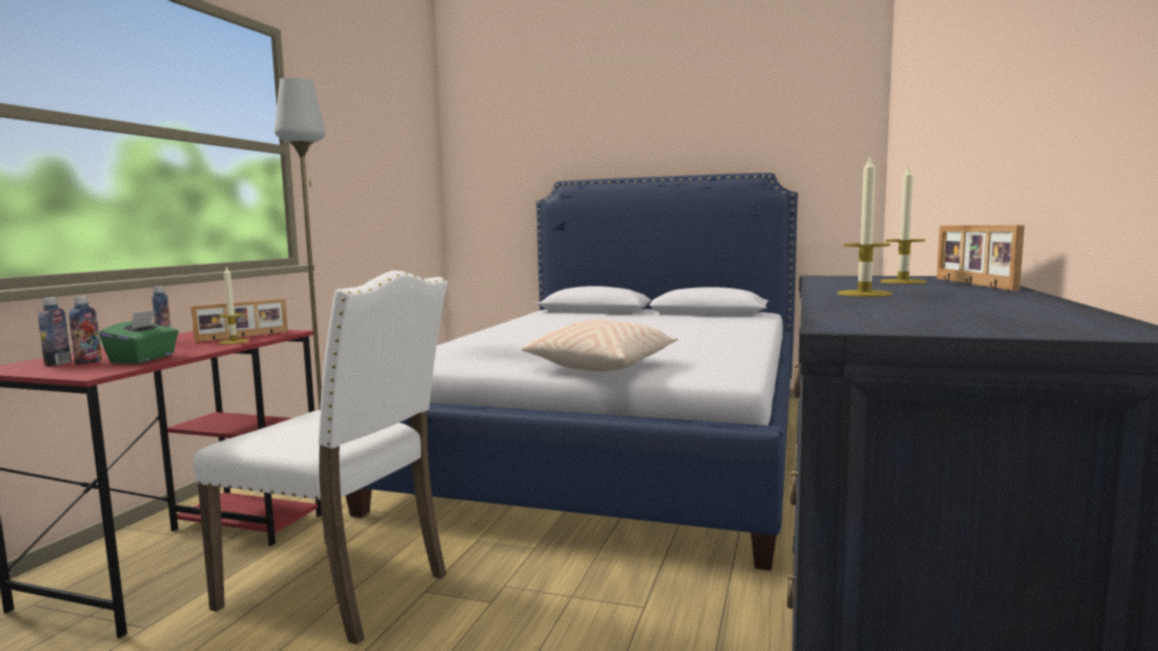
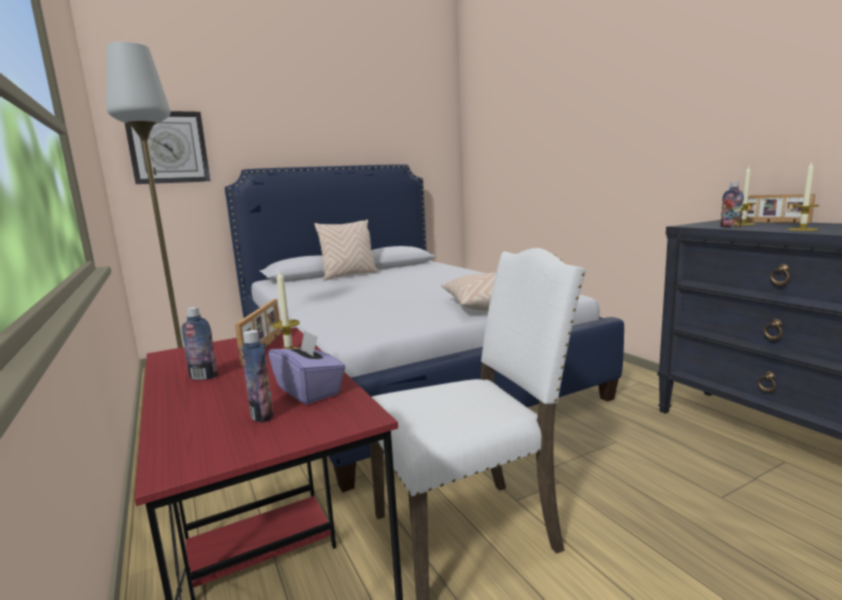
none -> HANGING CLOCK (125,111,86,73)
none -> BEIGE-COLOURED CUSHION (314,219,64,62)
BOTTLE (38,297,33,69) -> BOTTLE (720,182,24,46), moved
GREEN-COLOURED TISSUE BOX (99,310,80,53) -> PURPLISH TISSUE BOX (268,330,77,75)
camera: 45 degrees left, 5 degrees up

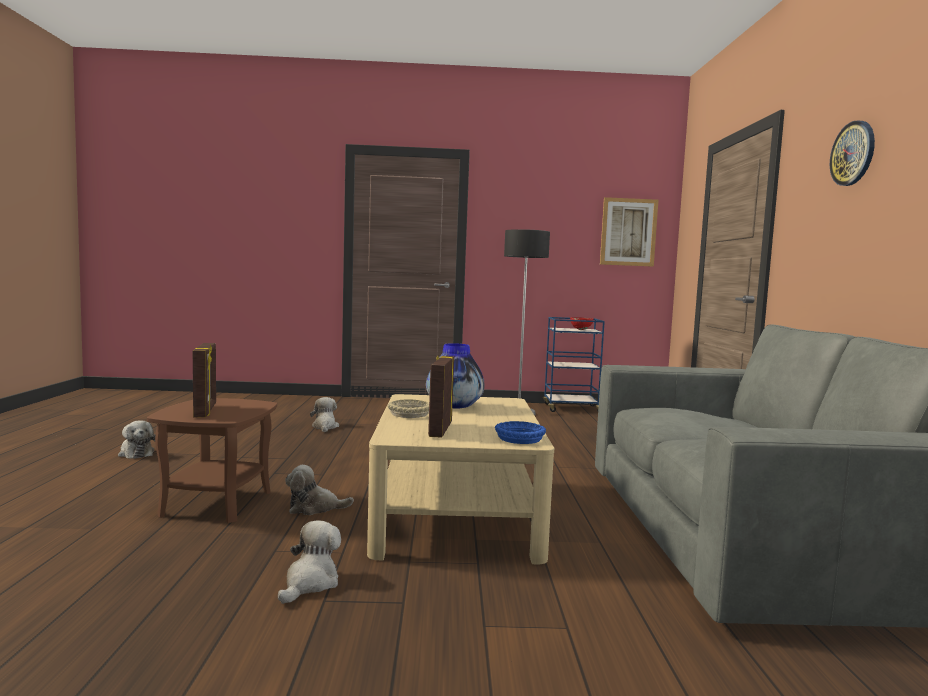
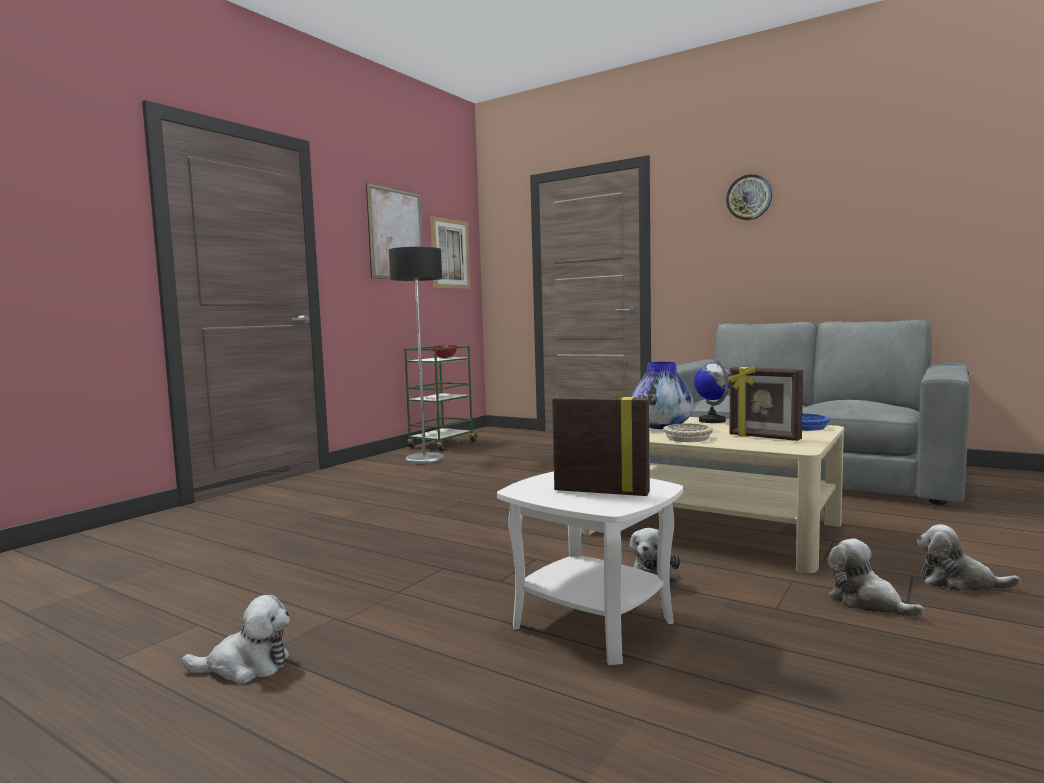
none -> WALL PICTURE (366,183,57,96)
none -> WORLD GLOBE (694,360,36,63)
PLUSH TOY (310,397,29,35) -> PLUSH TOY (917,524,104,67), moved
BROWN END TABLE (147,398,130,125) -> WHITISH END TABLE (497,471,186,194)
BLUE TROLLEY (543,317,62,95) -> GREEN-COLOURED TROLLEY (404,346,75,105)
camera: 55 degrees left, 0 degrees up

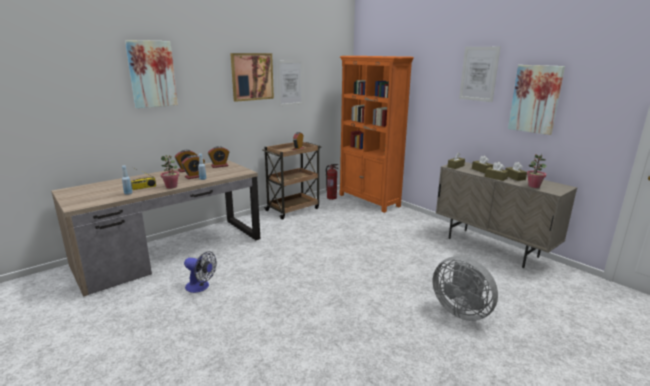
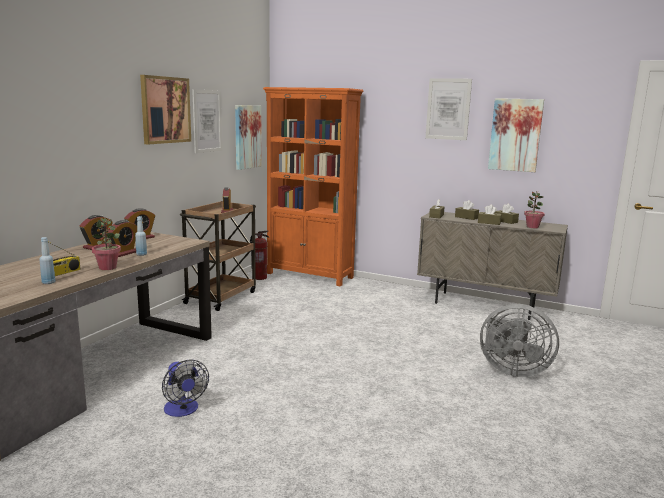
WALL PICTURE (125,40,53,68) -> WALL PICTURE (235,105,27,65), moved
FAN (184,251,33,42) -> FAN (162,360,47,57), 60 degrees clockwise
camera: 25 degrees left, 5 degrees down

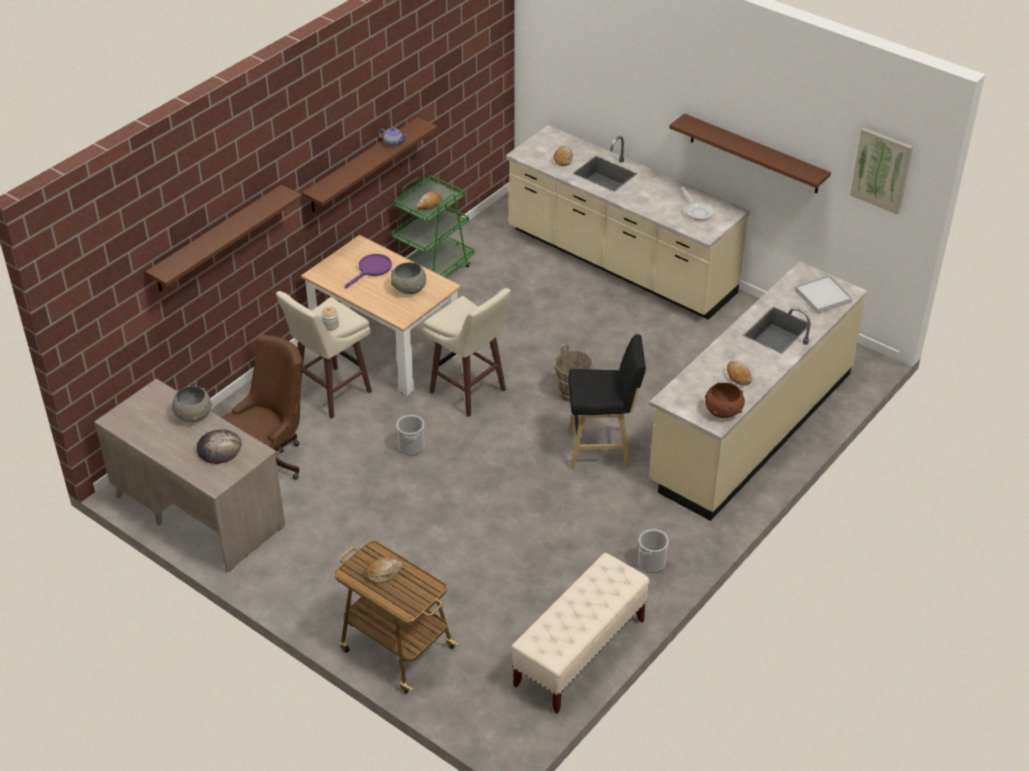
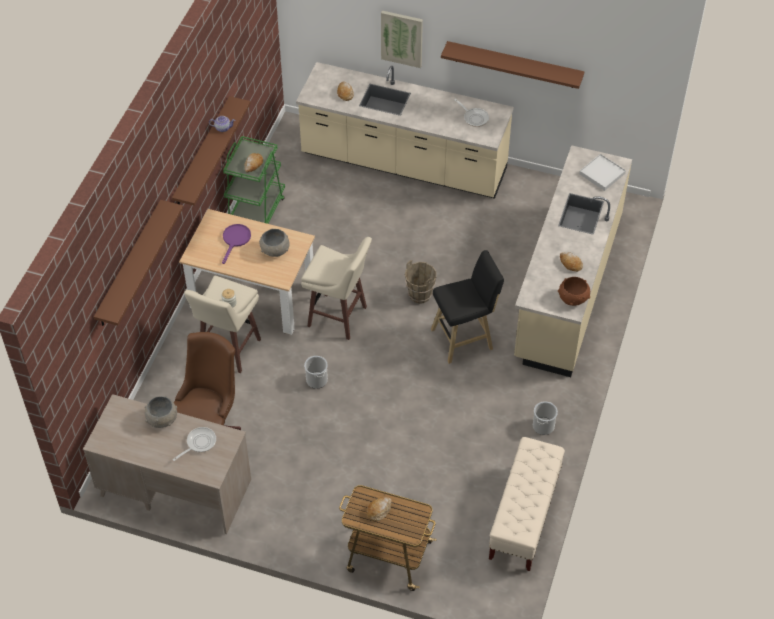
WALL PICTURE (850,127,63,88) -> WALL PICTURE (381,11,42,57), moved
BAKED BREAD (197,430,44,34) -> SKILLET (173,427,43,34)
camera: 20 degrees left, 10 degrees up

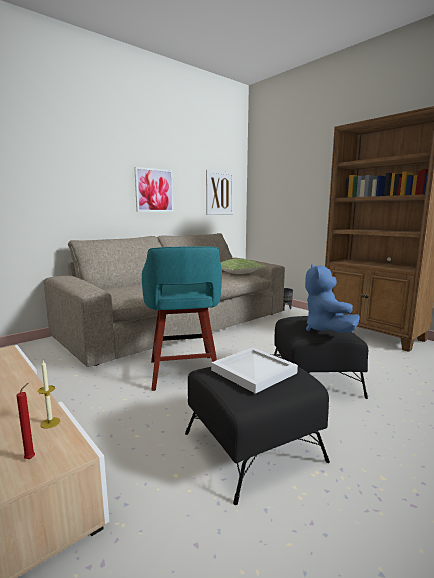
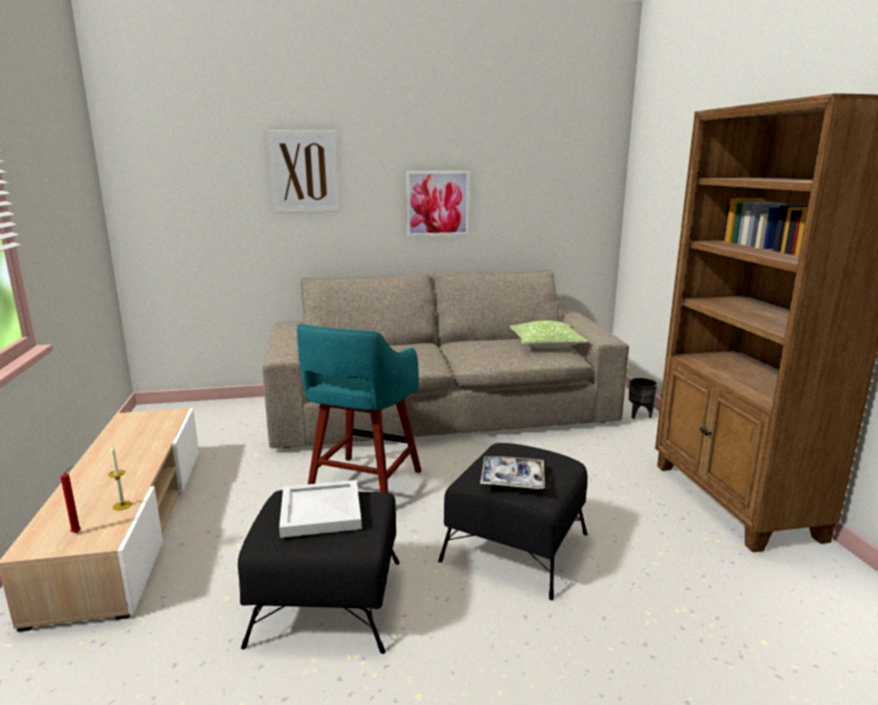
WALL PICTURE (206,170,28,45) -> WALL PICTURE (267,130,72,83), moved
BLUE PLUSH TOY (305,264,55,69) -> TRAY (480,456,65,33)
camera: 30 degrees right, 5 degrees up

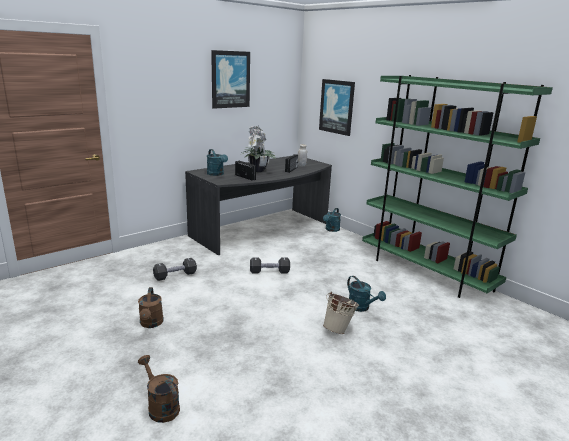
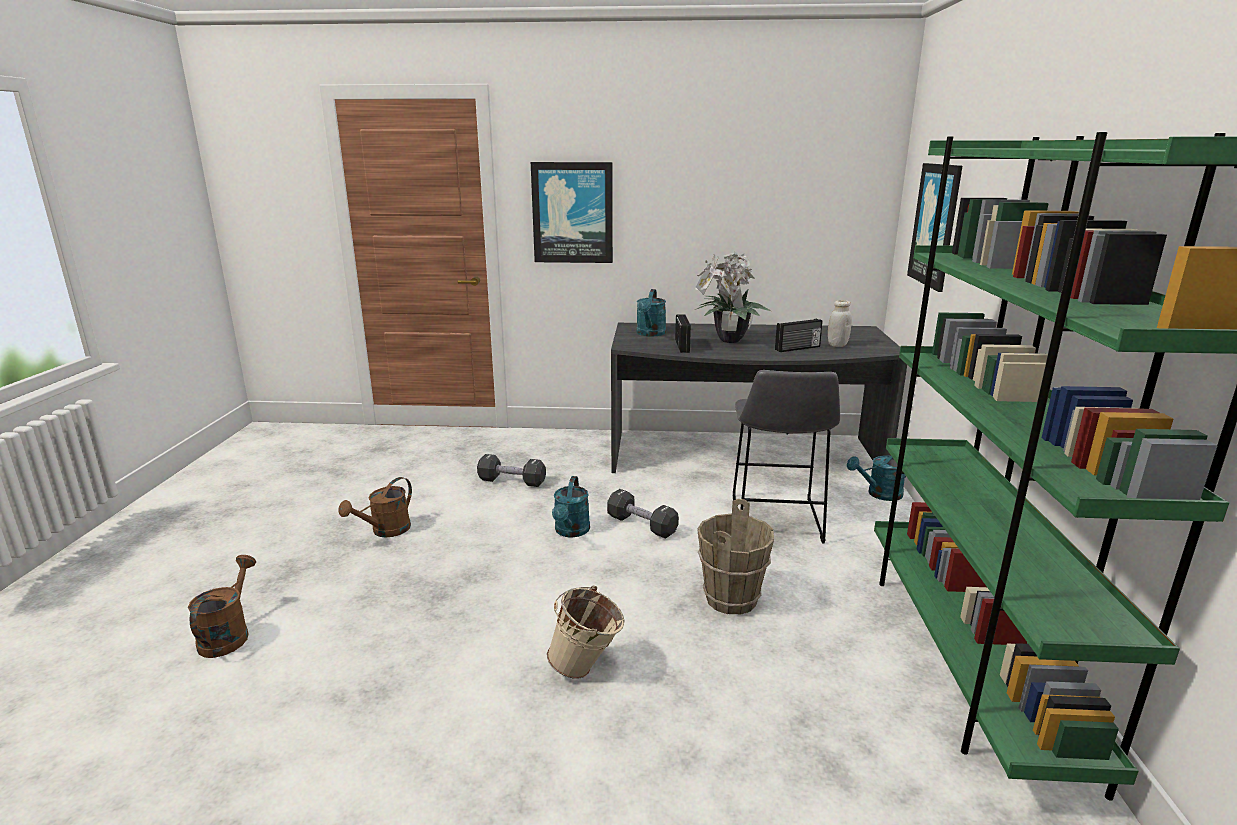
none -> BROWN PAIL (697,499,77,116)
none -> GRAY STOOL (733,370,107,173)
WALL PICTURE (211,50,39,59) -> WALL PICTURE (531,162,82,101), moved
TURQUOISE SPRINKLING CAN (347,276,39,36) -> TURQUOISE SPRINKLING CAN (552,476,38,61), moved
camera: 45 degrees right, 0 degrees up

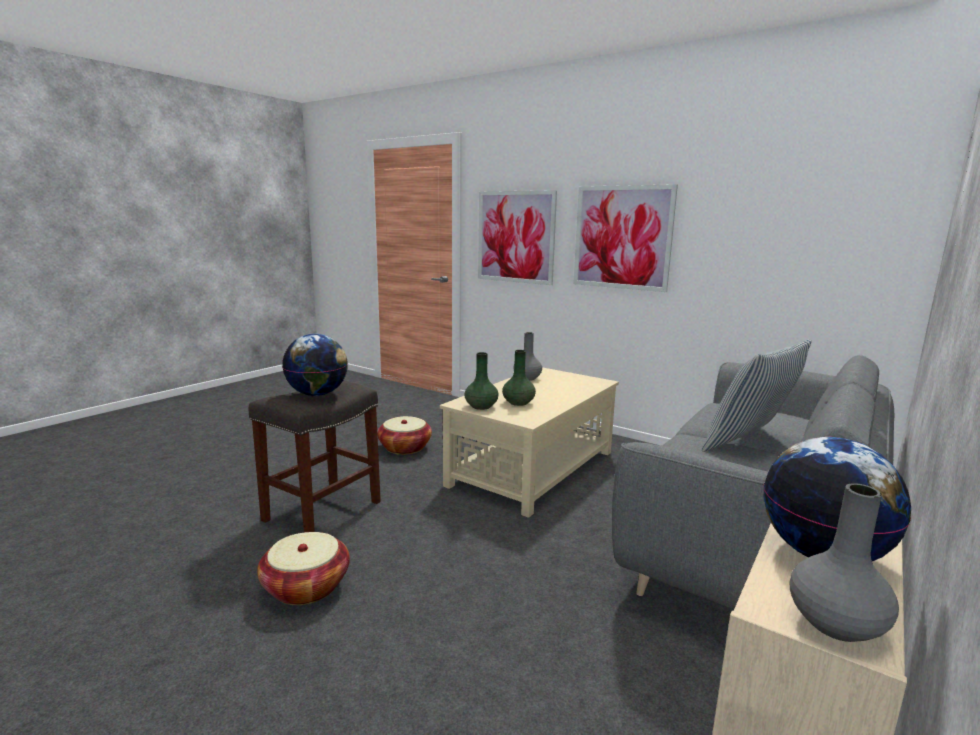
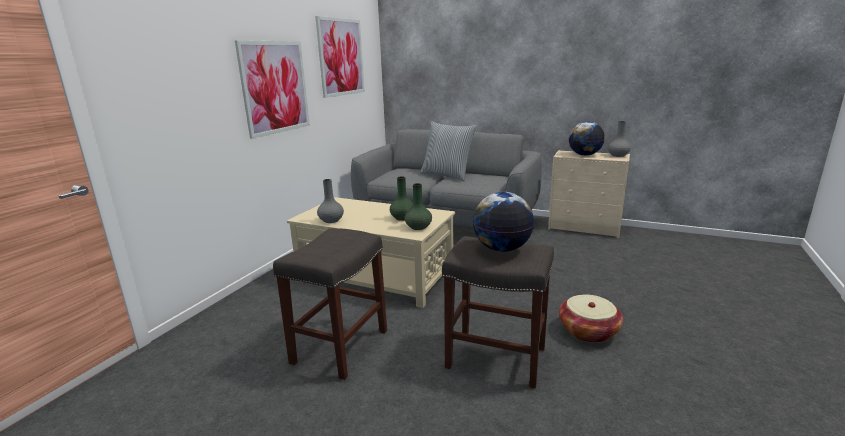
WALL PICTURE (478,190,79,95) -> WALL PICTURE (315,16,50,82), moved
HOUSEHOLD BASKET (377,416,55,39) -> GRAY STOOL (273,228,114,152)
camera: 100 degrees left, 5 degrees up

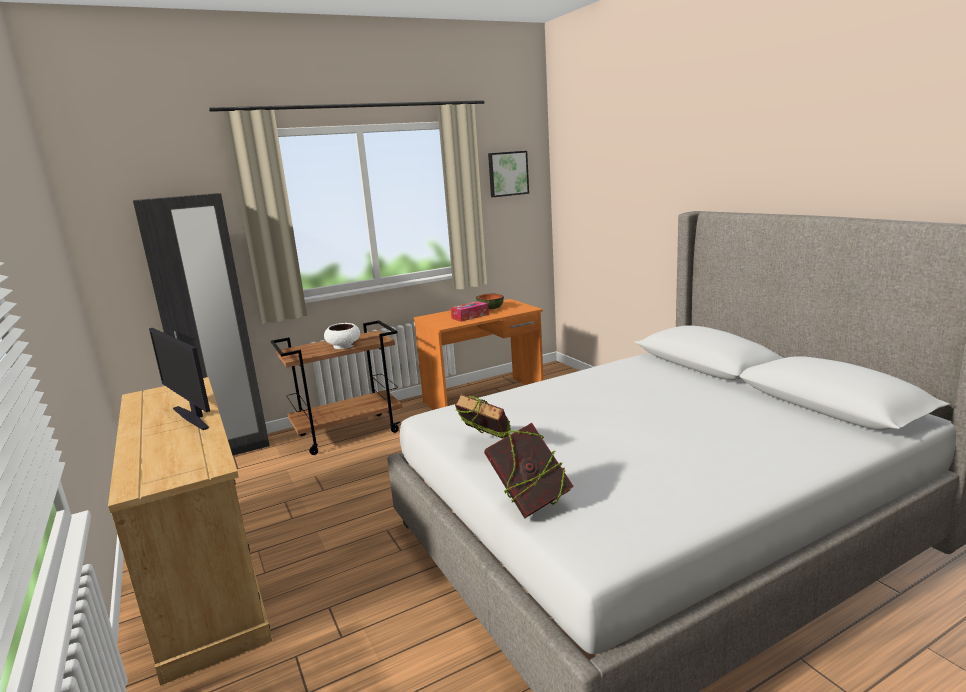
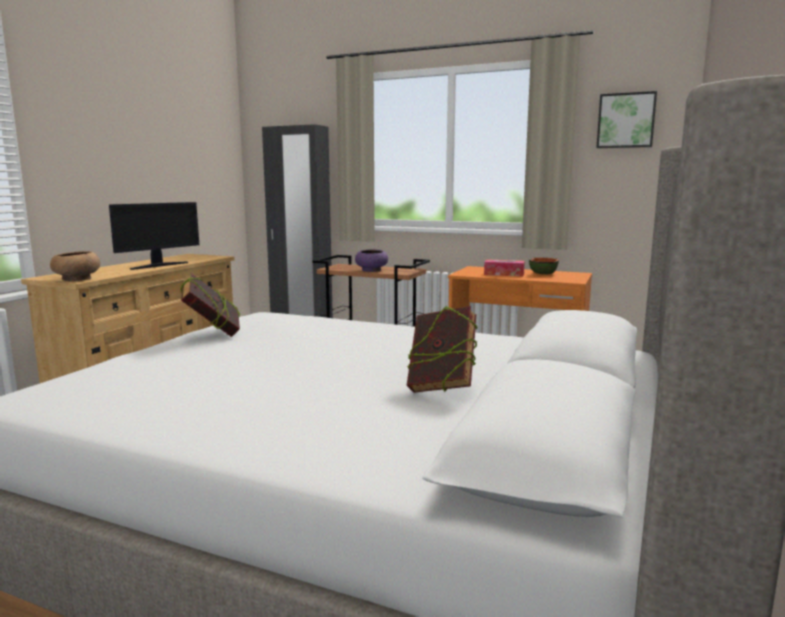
none -> BROWN SERVING BOWL (50,251,50,30)
VOLUME (484,423,90,96) -> VOLUME (407,305,71,88), moved
WHITISH SERVING BOWL (324,323,36,26) -> PURPLISH SERVING BOWL (355,249,33,23)
COMPUTER DISPLAY (149,328,61,102) -> COMPUTER DISPLAY (109,202,90,68), 150 degrees counterclockwise
camera: 50 degrees right, 5 degrees down

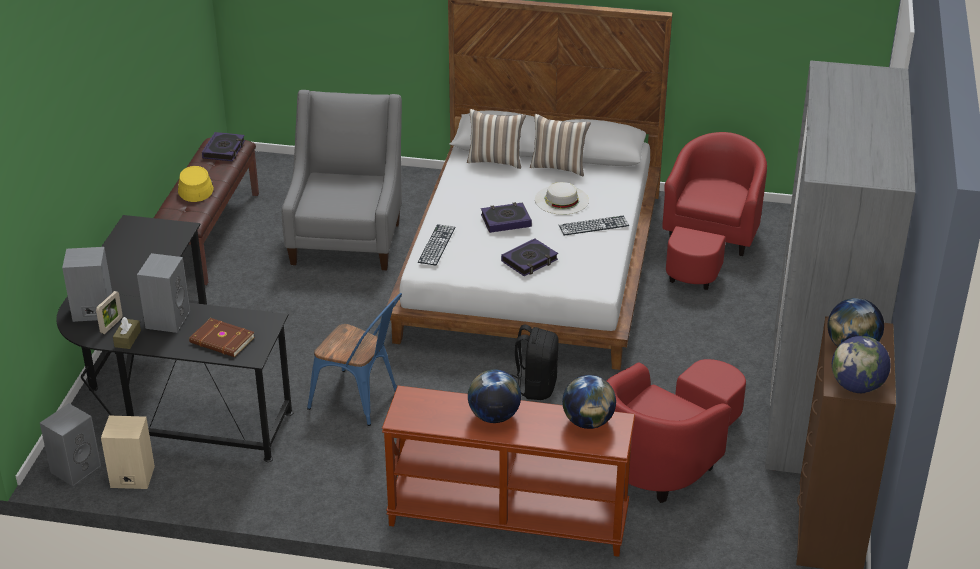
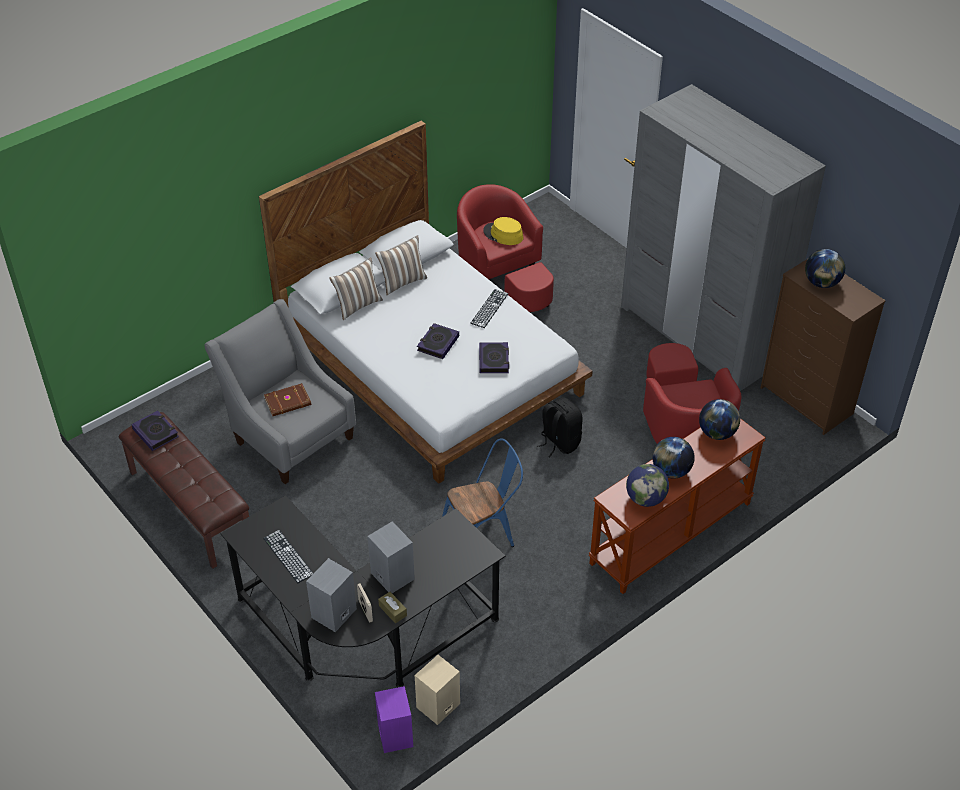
WHITISH WEARABLE HAT (535,182,54,33) -> none
YELLOW-COLOURED WEARABLE HAT (178,166,36,36) -> YELLOW-COLOURED WEARABLE HAT (483,217,41,28), moved
BROWN VOLUME (189,318,66,39) -> BROWN VOLUME (264,383,47,33), moved
KEYBOARD (418,224,37,41) -> KEYBOARD (263,530,51,53), moved
WORLD GLOBE (832,336,59,57) -> WORLD GLOBE (626,464,43,43), moved
GRAY LOUDSPEAKER (40,403,61,83) -> PURPLISH LOUDSPEAKER (375,686,38,67)
camera: 50 degrees left, 10 degrees up

